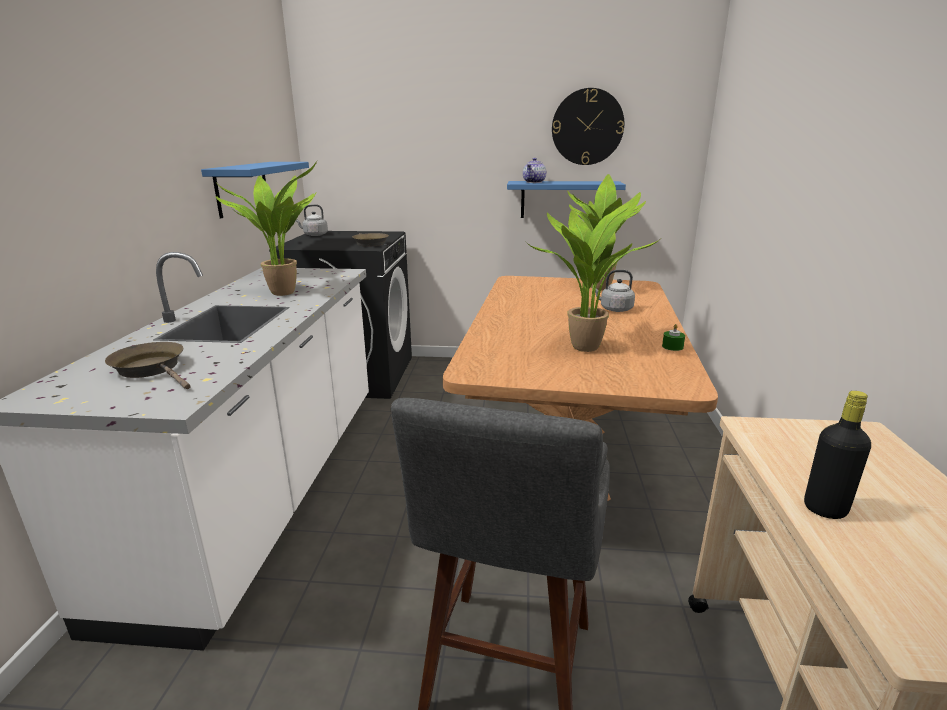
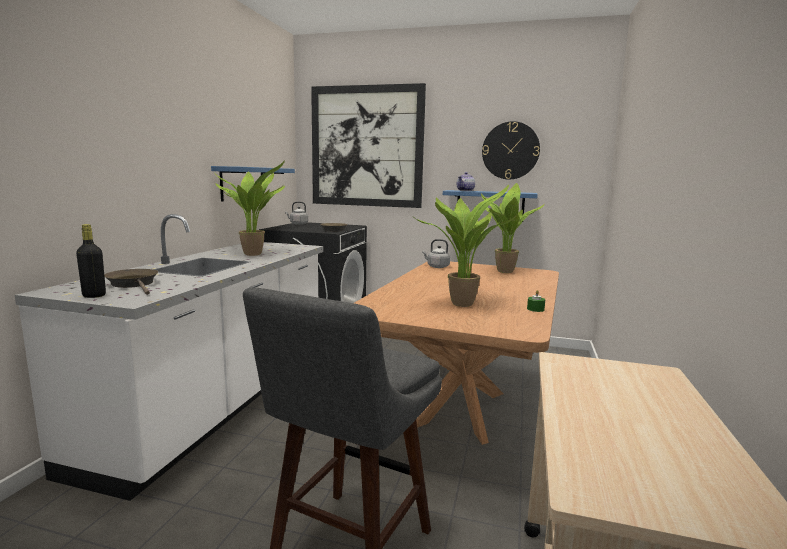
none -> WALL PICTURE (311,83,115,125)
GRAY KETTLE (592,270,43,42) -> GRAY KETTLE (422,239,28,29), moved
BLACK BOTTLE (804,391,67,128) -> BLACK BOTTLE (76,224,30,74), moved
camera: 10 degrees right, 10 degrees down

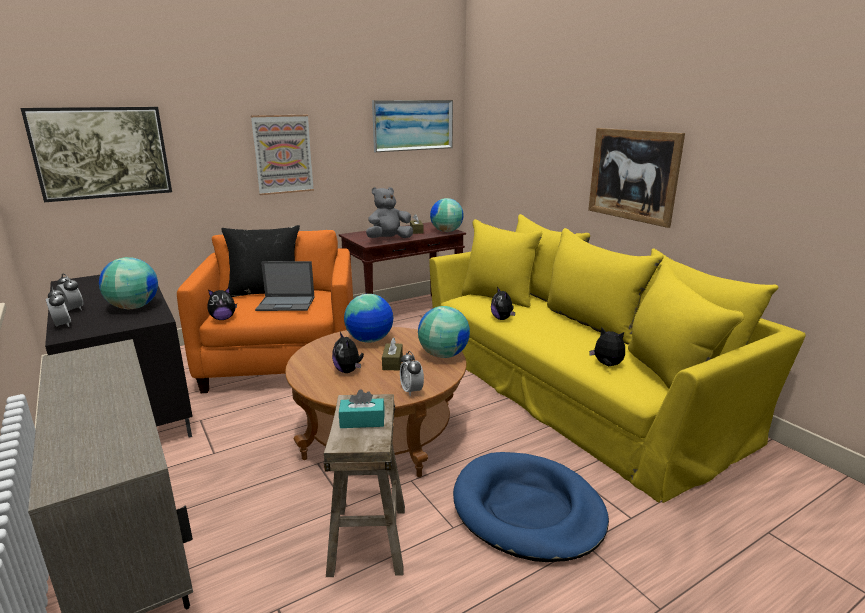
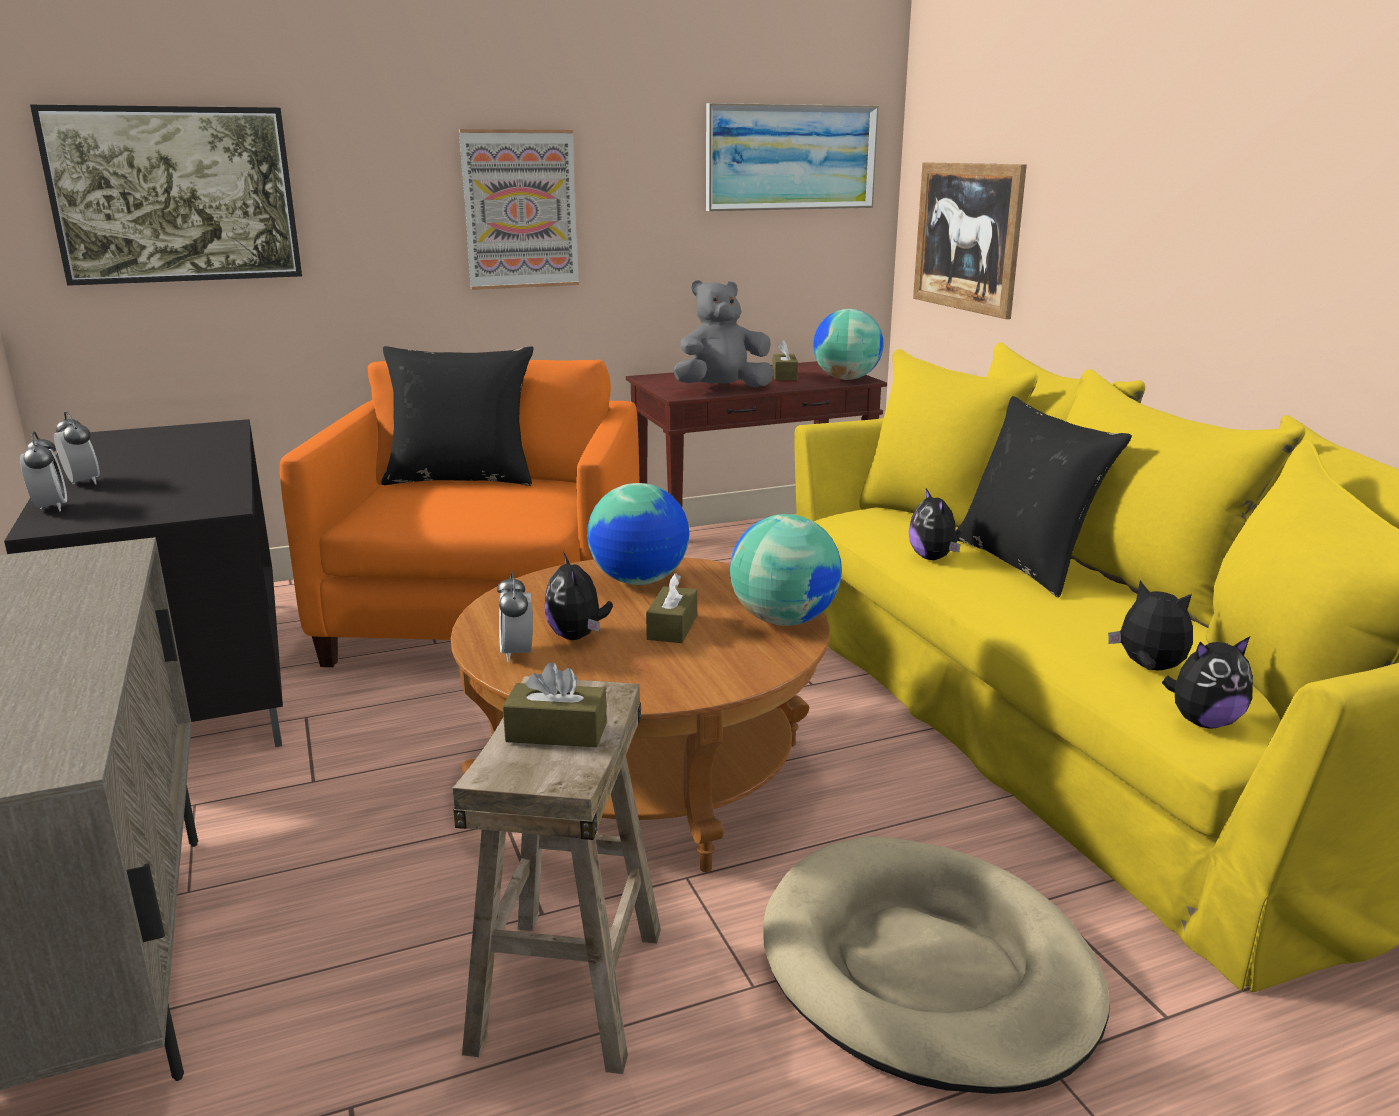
WORLD GLOBE (99,257,59,52) -> none
PORTABLE COMPUTER (255,261,60,50) -> none
none -> BLACK CUSHION (956,396,176,202)
PLUSH TOY (208,288,29,32) -> PLUSH TOY (1162,636,91,92), moved
ALARM CLOCK (400,351,24,45) -> ALARM CLOCK (497,572,36,90), moved
WALL PICTURE (588,128,97,100) -> WALL PICTURE (913,162,114,157), moved
TURQUOISE TISSUE BOX (339,389,46,39) -> BROWN TISSUE BOX (503,662,104,85)
BLUE DOG BED (453,452,156,110) -> BEIGE-COLOURED DOG BED (763,837,347,257)
camera: 10 degrees right, 0 degrees up

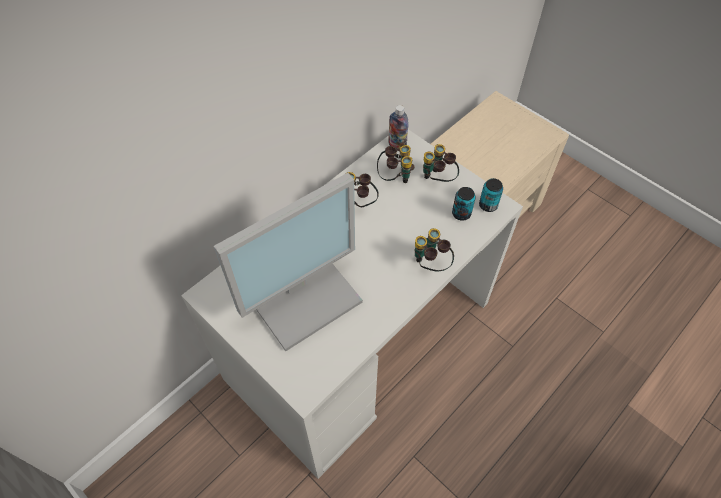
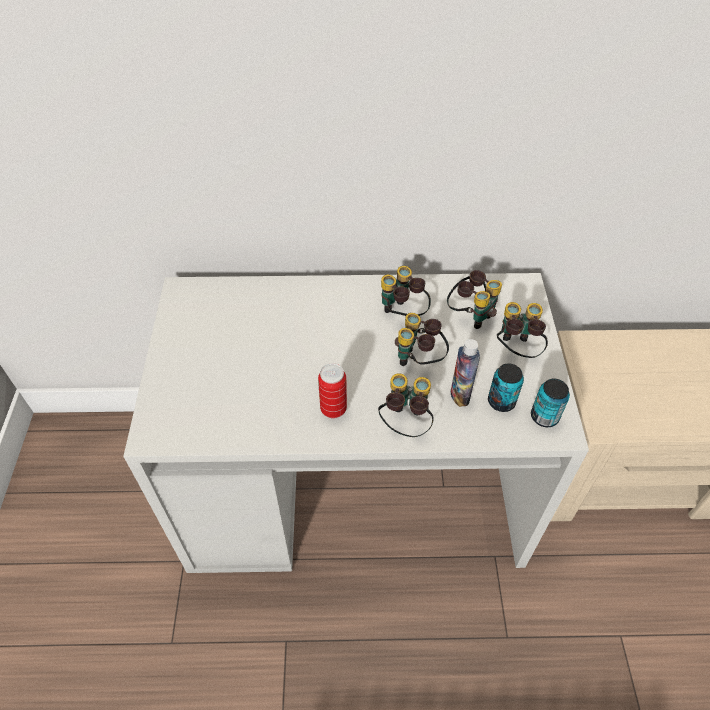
COMPUTER DISPLAY (214,173,149,178) -> none
none -> METAL CAN (318,363,29,55)
none -> PAIR OF BINOCULARS (395,313,54,53)
BOTTLE (388,105,20,44) -> BOTTLE (451,339,29,68), moved
camera: 45 degrees right, 5 degrees down

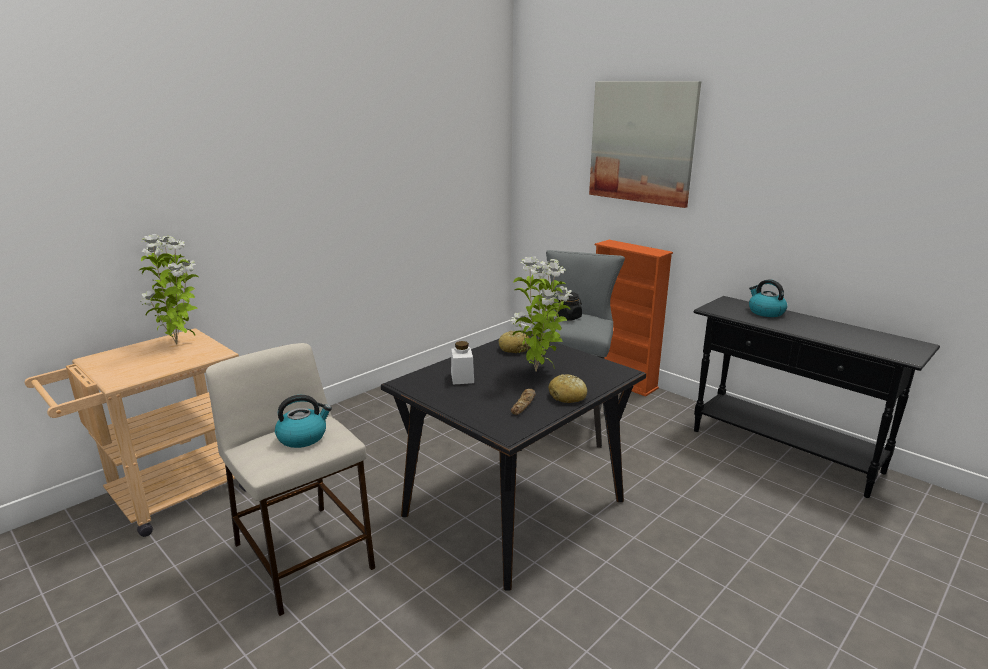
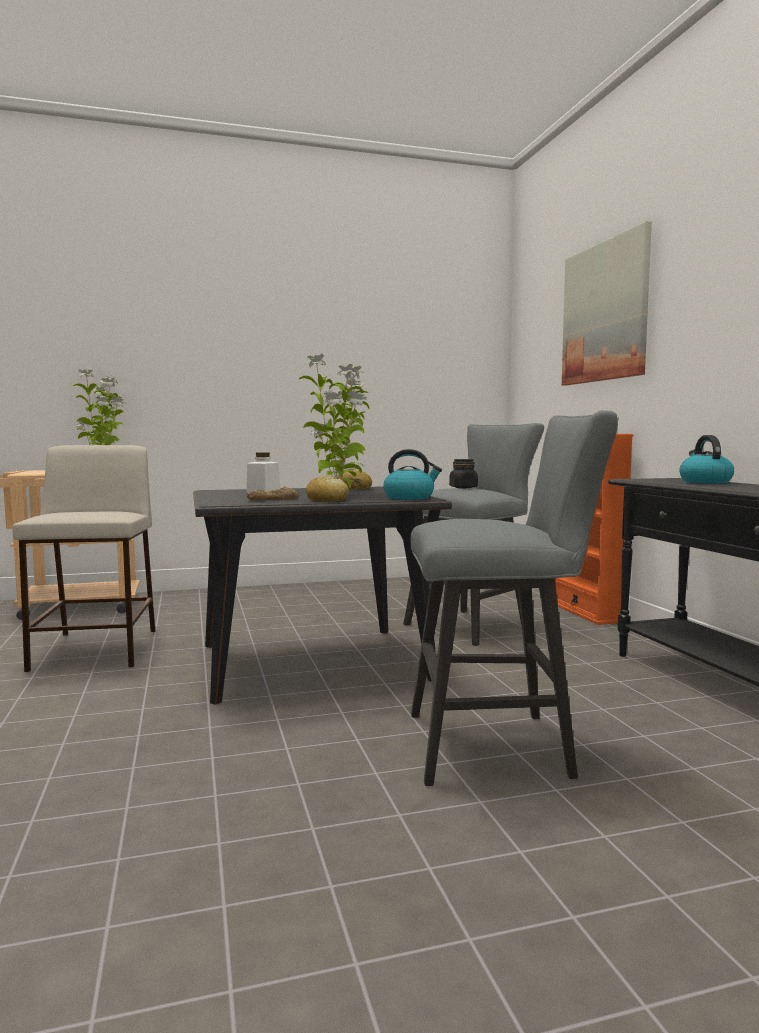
none -> GRAY STOOL (410,410,209,376)
KETTLE (275,395,57,53) -> KETTLE (383,449,59,51), moved
camera: 30 degrees right, 15 degrees down

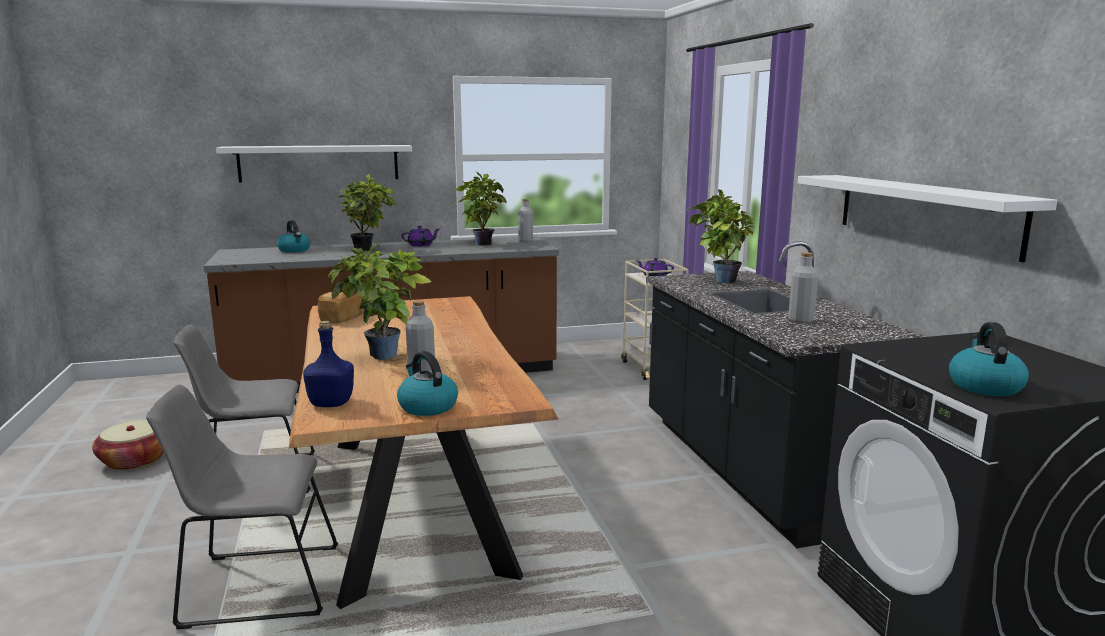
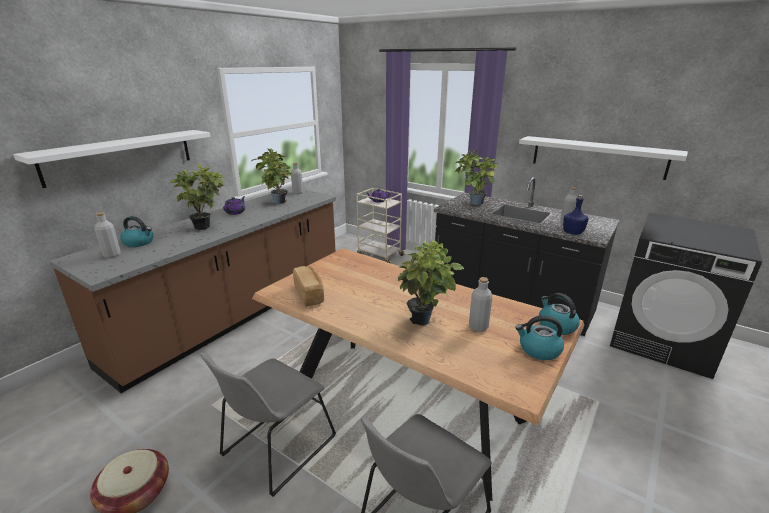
none -> GRAY BOTTLE (95,212,26,46)
BLUE BOTTLE (303,321,51,86) -> BLUE BOTTLE (563,195,26,40), moved
KETTLE (949,322,80,74) -> KETTLE (539,293,41,42), moved
camera: 40 degrees left, 10 degrees up

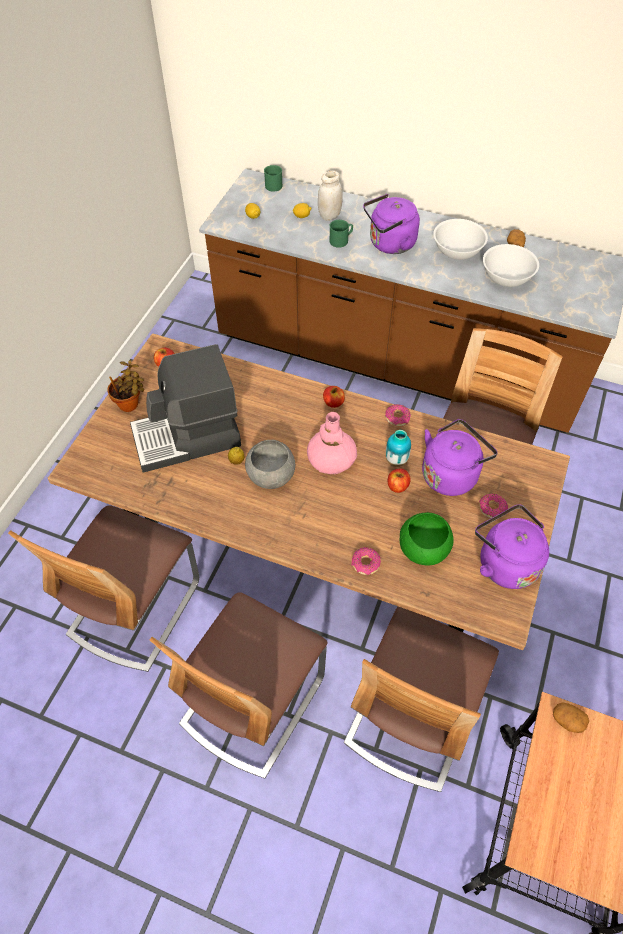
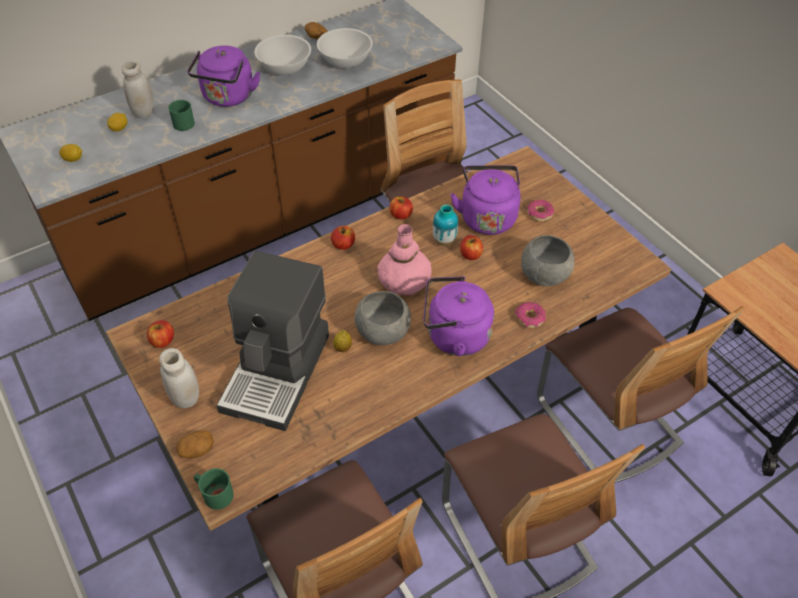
GREEN-COLOURED TEA MUG (264,165,18,27) -> GREEN-COLOURED TEA MUG (194,468,40,42), moved
PURPLISH KETTLE (475,504,74,85) -> PURPLISH KETTLE (423,276,71,80), moved
SPUD (553,703,36,30) -> SPUD (176,430,38,28), moved
PLANT IN A POT (107,360,37,52) -> WHITISH JAR (159,348,40,60)
DOUGHNUT (385,404,26,22) -> WHOLE APPLE (389,197,24,22)
GREEN-COLOURED SERVING BOWL (400,512,54,54) -> GRAY SERVING BOWL (521,235,53,51)
camera: 55 degrees left, 5 degrees down

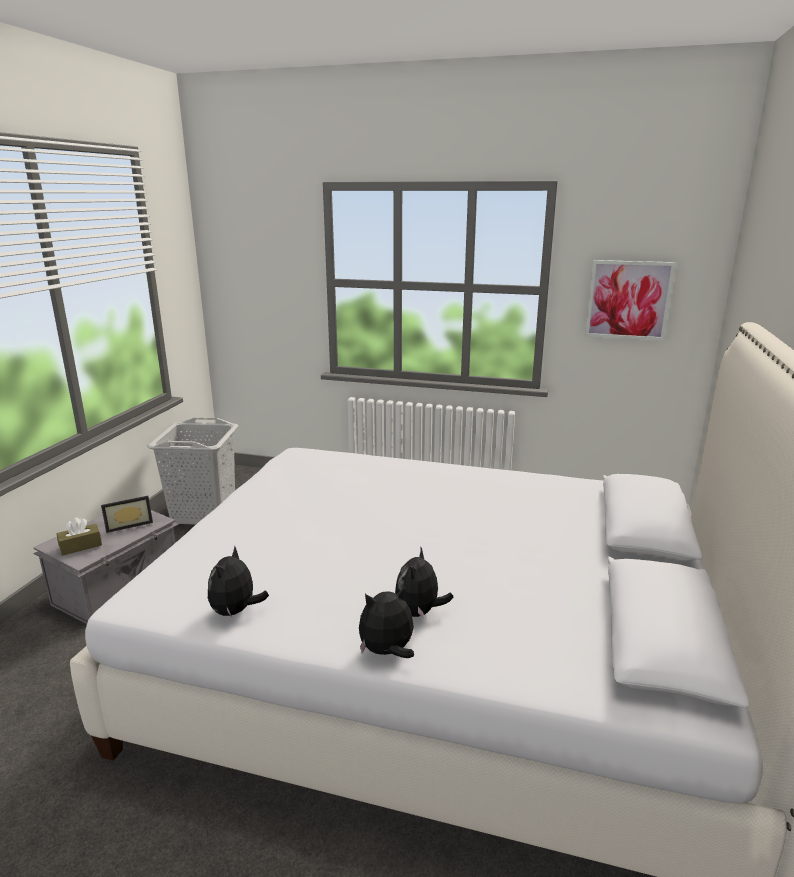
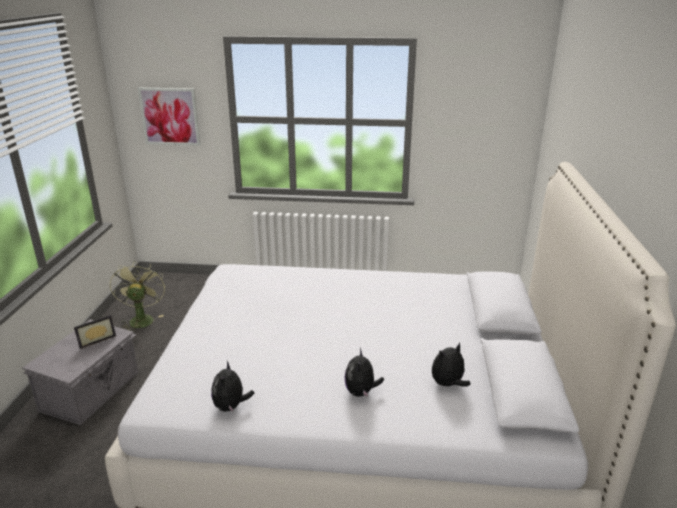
BROWN TISSUE BOX (57,517,45,39) -> none
PLUSH TOY (359,586,55,72) -> PLUSH TOY (432,343,39,43), moved
WALL PICTURE (585,260,91,81) -> WALL PICTURE (138,88,62,58), moved
GRAY HAMPER (147,418,92,107) -> GREEN-COLOURED FAN (110,261,55,70)
camera: 10 degrees left, 5 degrees up

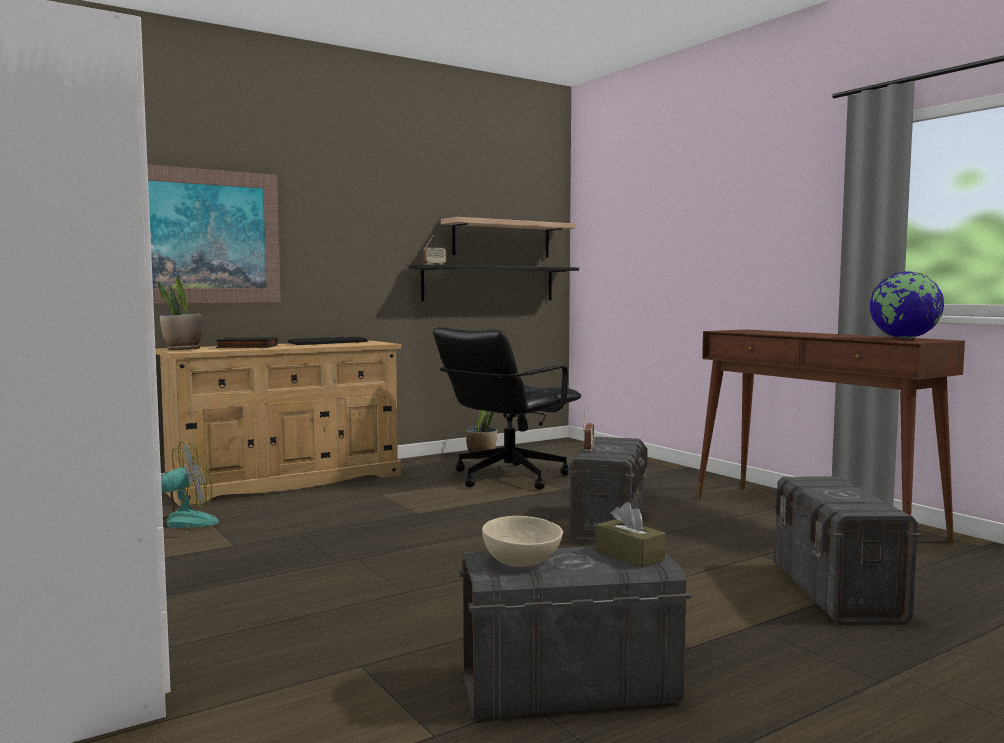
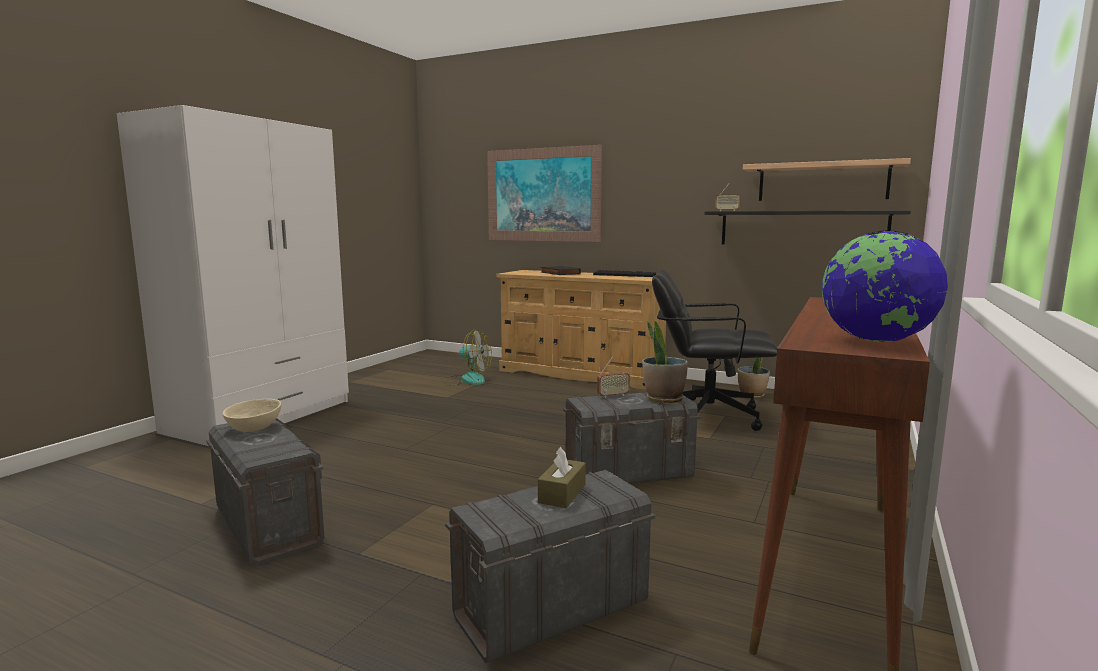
PLANT IN A POT (158,276,44,74) -> PLANT IN A POT (642,321,46,82), moved
BROWN TISSUE BOX (595,502,71,66) -> BROWN TISSUE BOX (538,447,48,61), moved
camera: 60 degrees right, 5 degrees up

